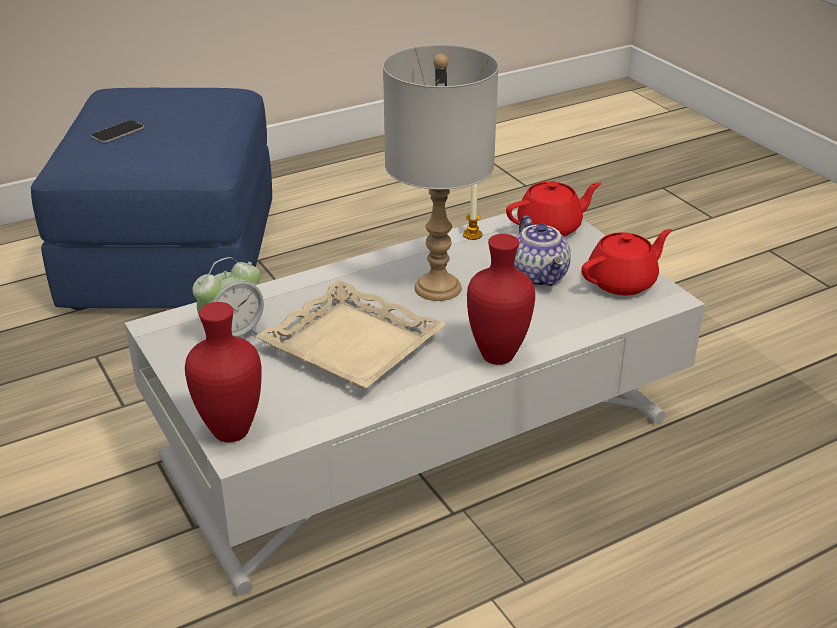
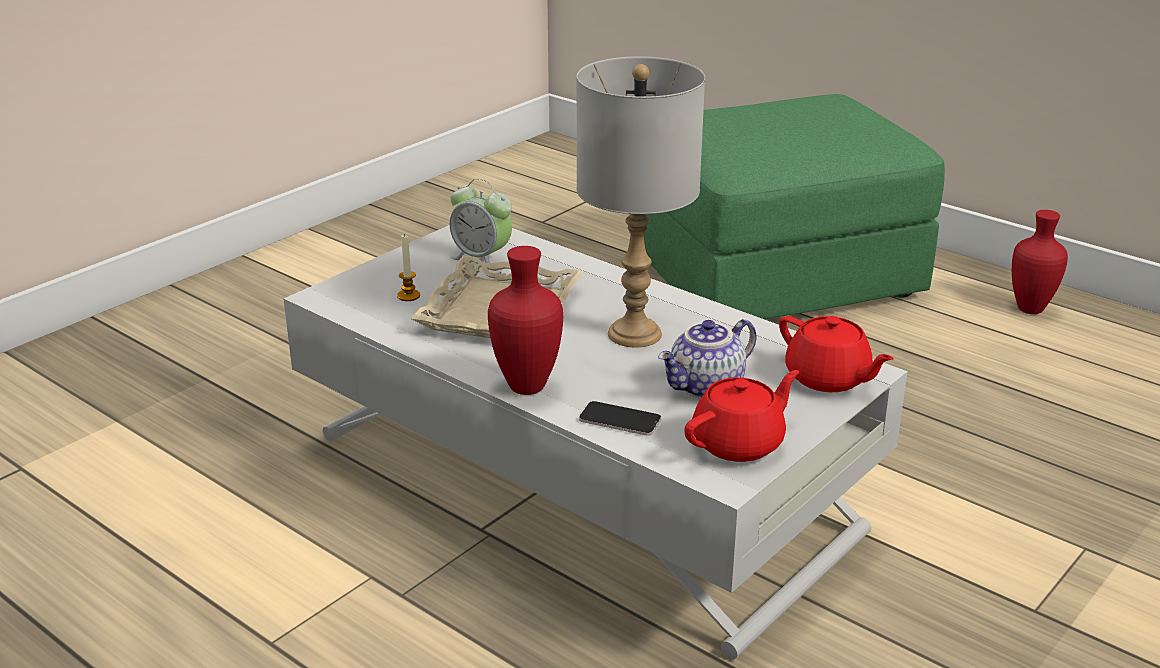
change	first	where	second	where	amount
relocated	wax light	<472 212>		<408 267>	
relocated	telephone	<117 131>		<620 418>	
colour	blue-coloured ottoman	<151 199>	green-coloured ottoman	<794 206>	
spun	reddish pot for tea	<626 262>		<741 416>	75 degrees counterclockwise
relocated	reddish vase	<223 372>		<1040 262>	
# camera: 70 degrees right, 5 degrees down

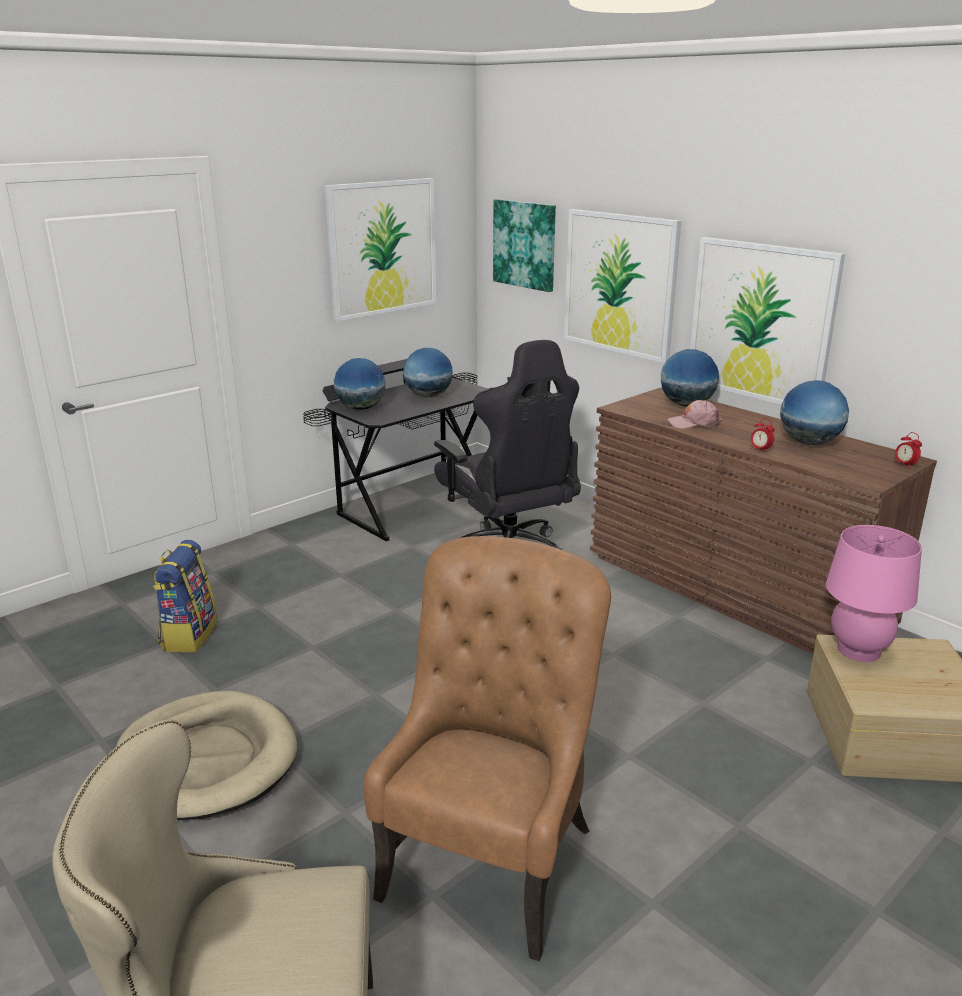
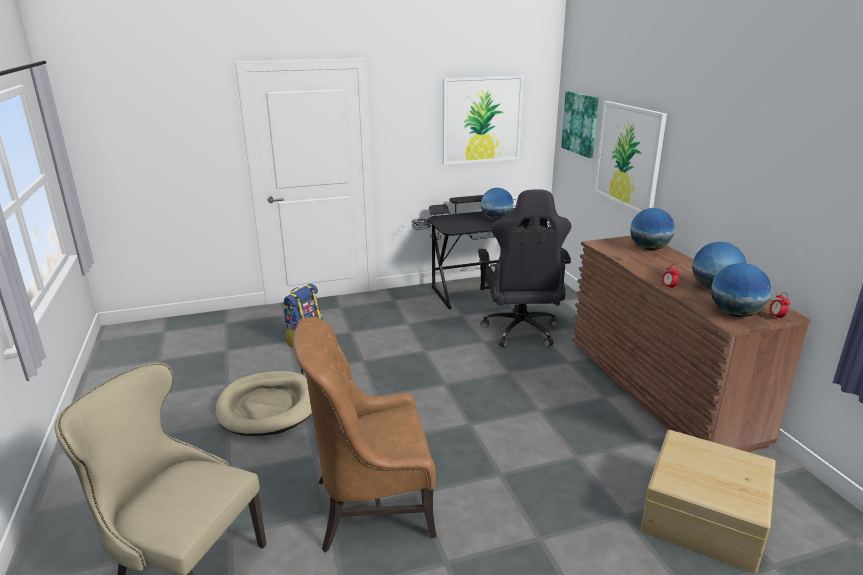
change	first	where	second	where	amount
spun	brownish plain chair	<487 748>		<364 434>	150 degrees counterclockwise
relocated	globe	<359 384>		<741 290>	
missing	pink-coloured baseball cap	<694 414>			
missing	picture	<767 321>			
missing	pink-coloured tabletop lamp	<874 593>			
# camera: 25 degrees right, 0 degrees up

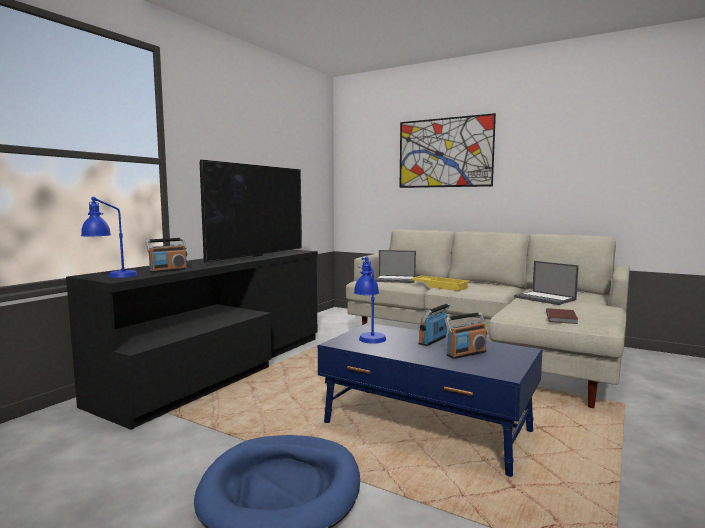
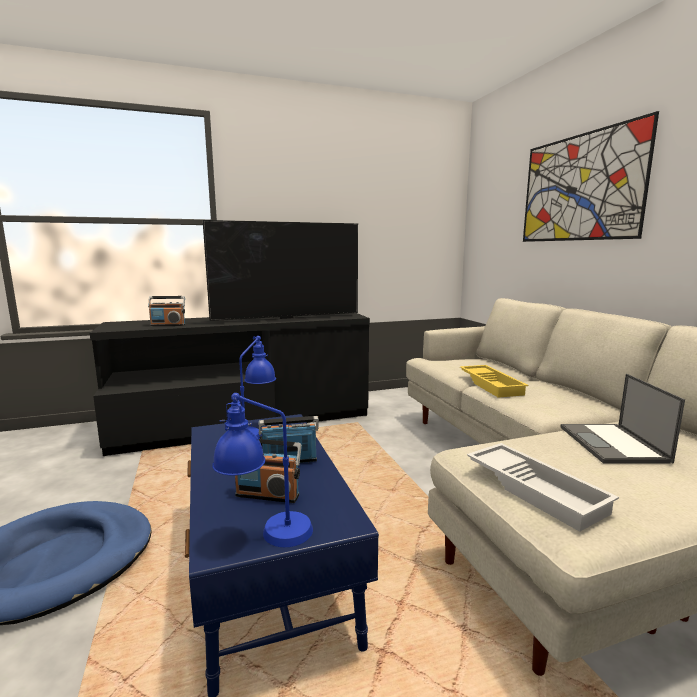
change	first	where	second	where	amount
relocated	blue-coloured tabletop lamp	<109 237>		<262 470>	
exchanged	brownish bound book	<562 316>	whitish carrying tray	<543 487>	
missing	laptop	<395 266>			
# camera: 40 degrees right, 5 degrees up

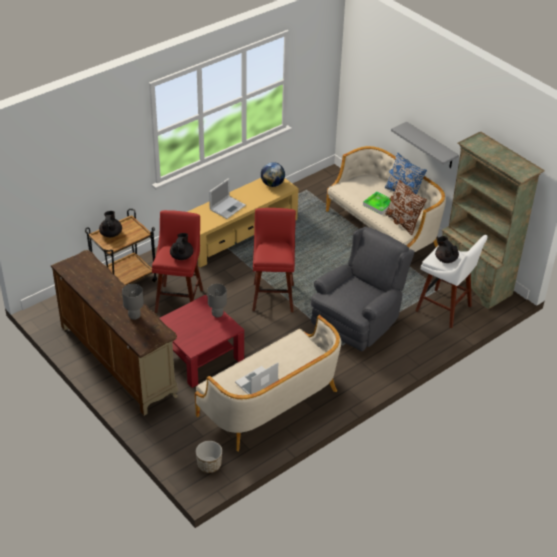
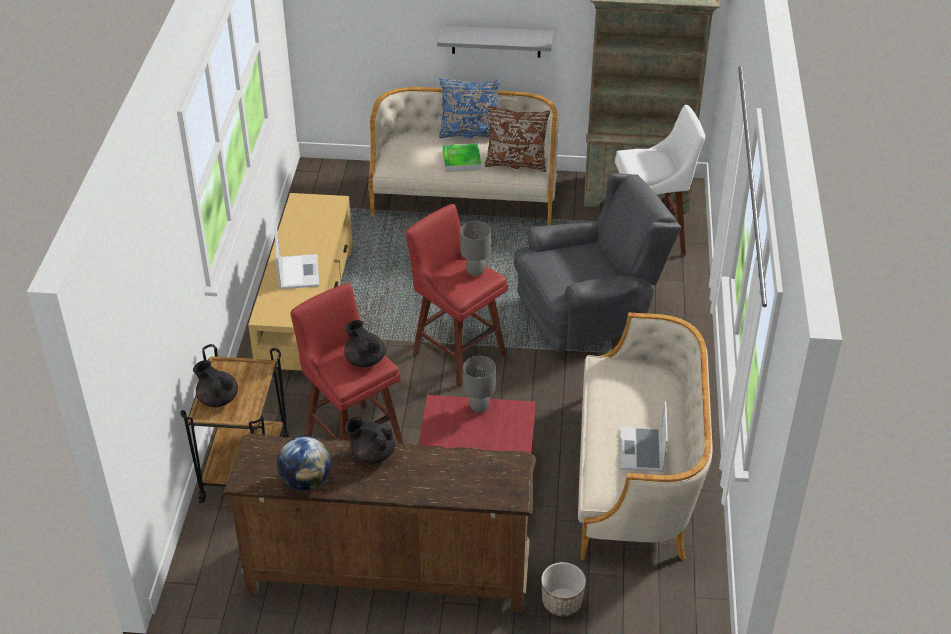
change	first	where	second	where	amount
relocated	globe	<273 174>		<304 463>	
relocated	black pot for tea	<447 249>		<370 440>	
relocated	grey tabletop lamp	<133 302>		<475 248>	
spun	grey lounge chair	<362 288>		<597 262>	75 degrees clockwise
relocated	planter	<209 457>		<563 589>	
# camera: 45 degrees left, 0 degrees up

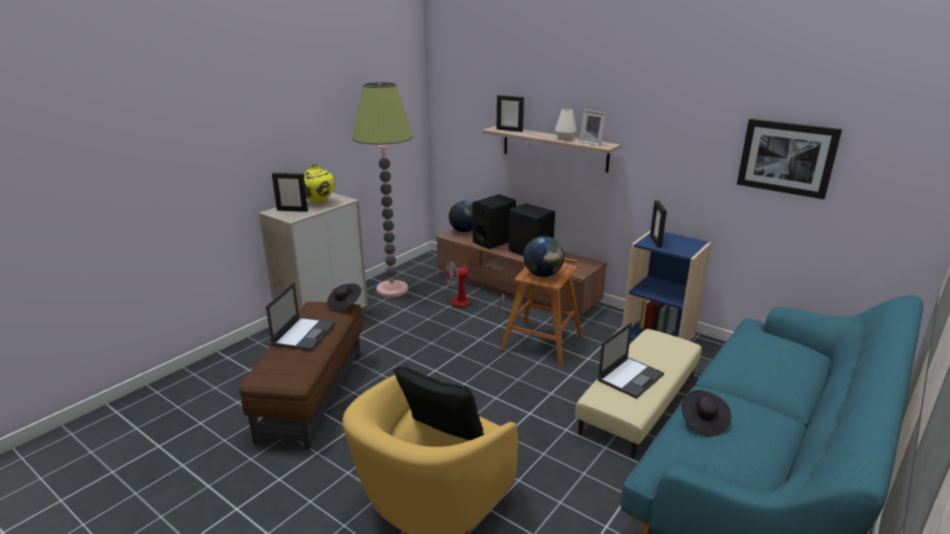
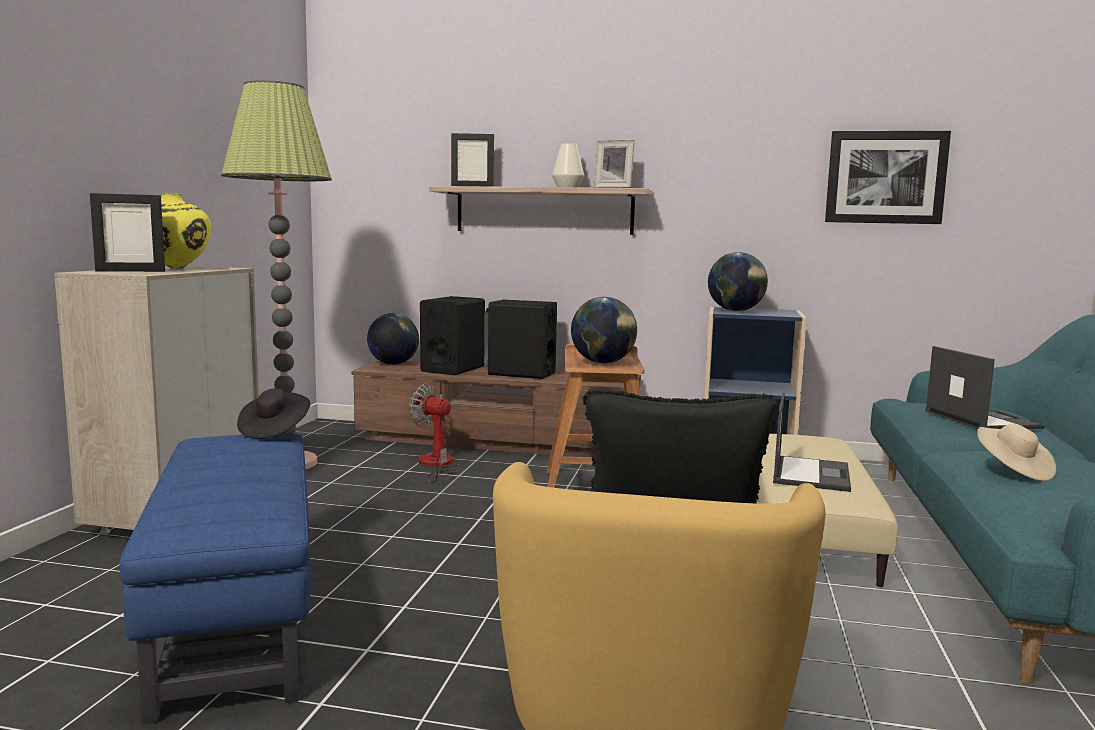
change	first	where	second	where	amount
colour	brownish ottoman	<300 375>	blue-coloured ottoman	<214 579>	
spun	cooling fan	<475 288>		<433 433>	75 degrees clockwise
exchanged	photo frame	<658 224>	globe	<738 281>	
relocated	laptop	<300 316>		<985 387>	
colour	black wearable hat	<706 413>	beige-coloured wearable hat	<1016 452>	
# camera: 25 degrees left, 15 degrees down

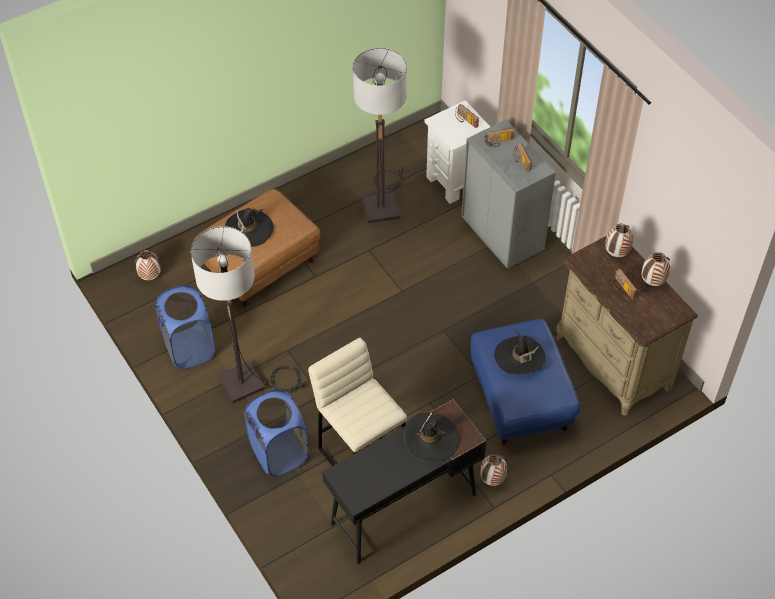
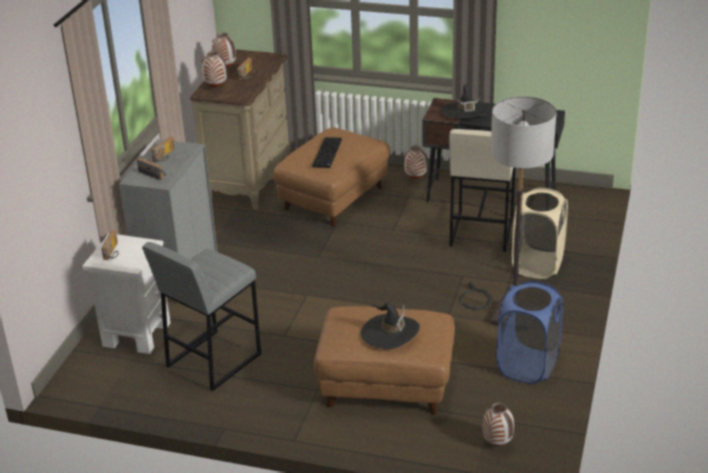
change	first	where	second	where	amount
exchanged	standard lamp	<380 135>	grey stool seat	<201 316>	
colour	blue-coloured ottoman	<525 382>	brownish ottoman	<331 177>	
exchanged	black wearable hat	<520 352>	computer keyboard	<327 152>	
colour	blue-coloured hamper	<276 433>	beige-coloured hamper	<540 233>	
# camera: 130 degrees left, 20 degrees down

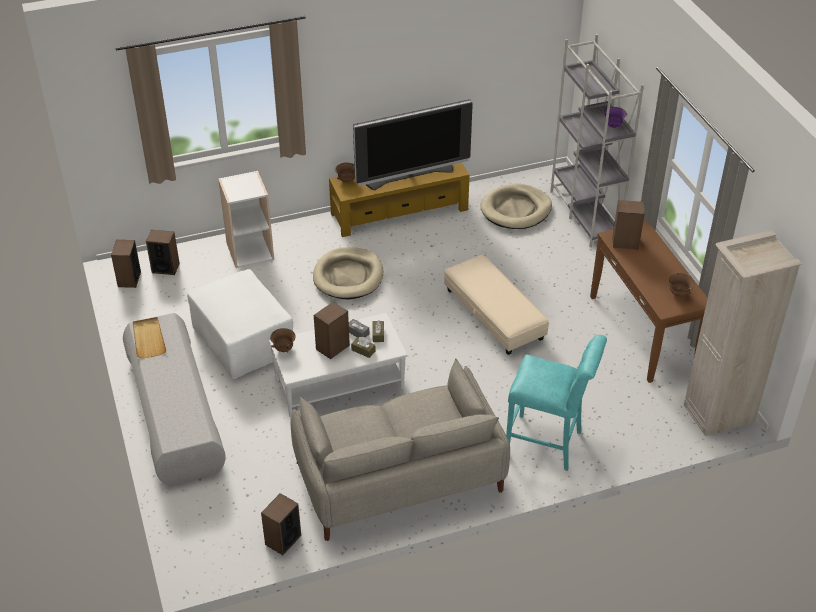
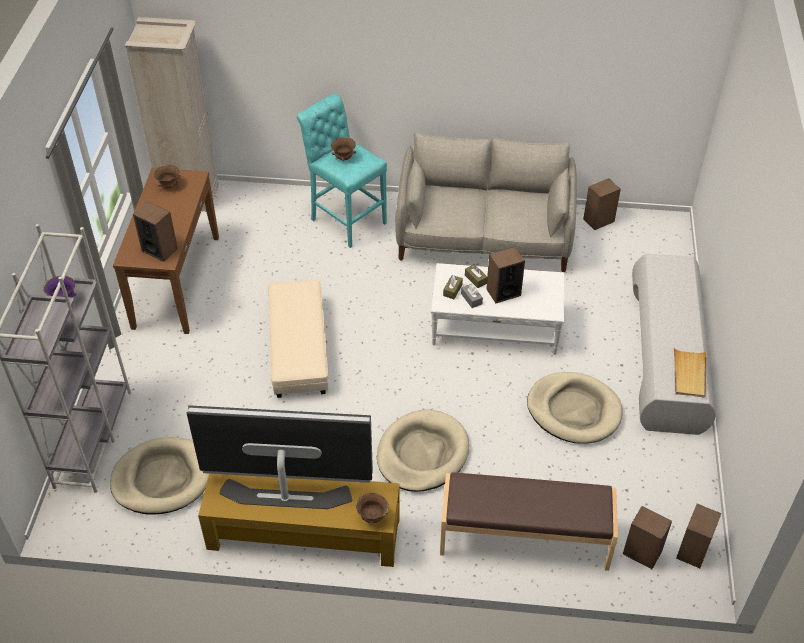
change	first	where	second	where	amount
relocated	brownish bowl	<283 340>		<344 149>	
exchanged	shelving unit	<246 219>	brownish long seat	<529 521>	
exchanged	whitish ottoman	<240 324>	beige-coloured pet bed	<575 408>	
# camera: 155 degrees left, 5 degrees up

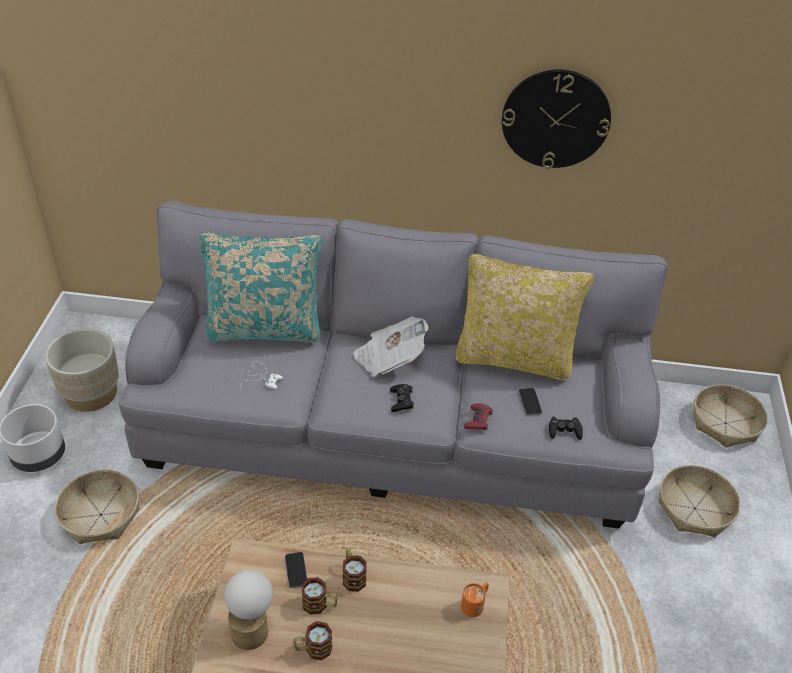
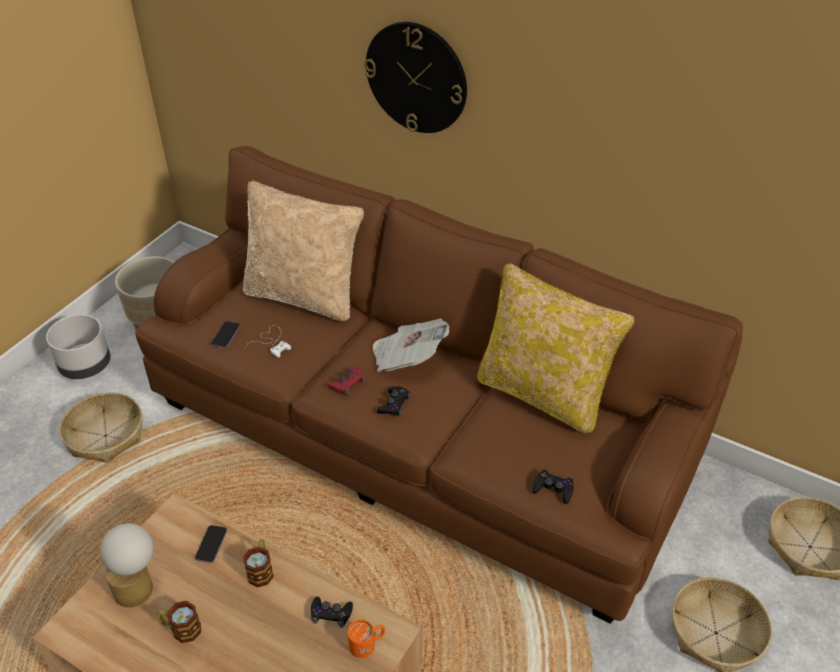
change	first	where	second	where	amount
colour	grey couch	<393 364>	brownish couch	<439 385>	
relocated	telephone	<530 401>		<225 334>	
colour	turquoise-coloured cushion	<261 287>	beige-coloured cushion	<303 251>	
appeared			black game controller	<332 612>	
relocated	reddish game controller	<478 417>		<347 380>	
relocated	clock on the wall	<556 119>		<415 77>	
missing	mug	<320 596>			
# camera: 25 degrees right, 0 degrees up

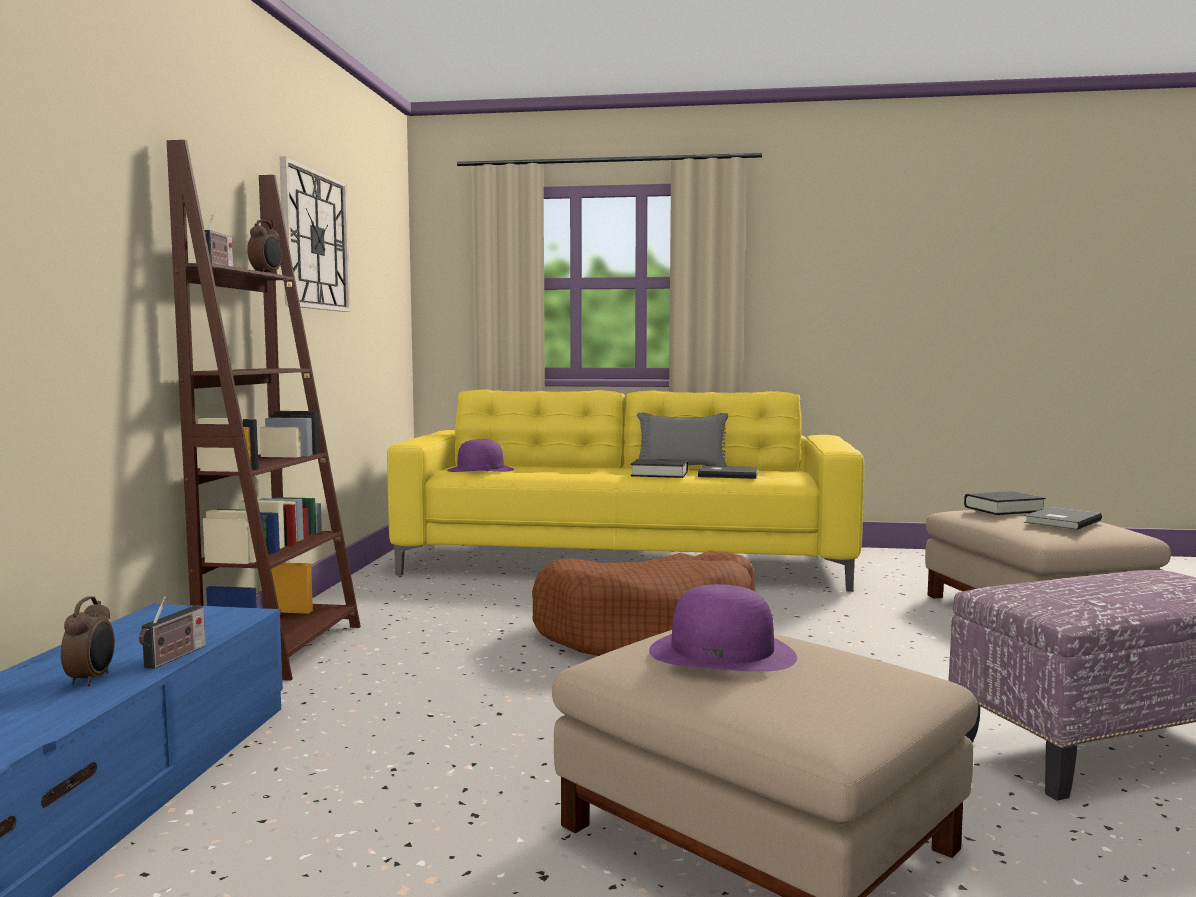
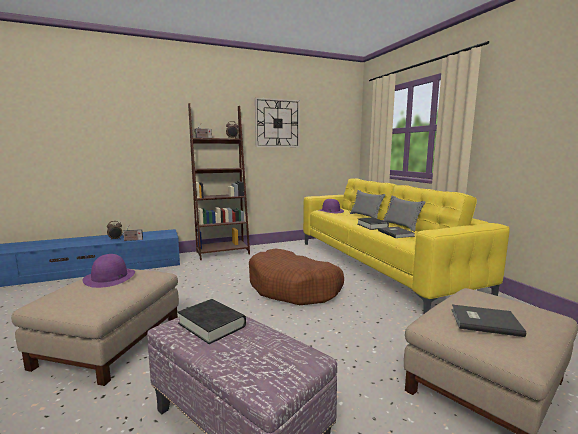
change	first	where	second	where	amount
relocated	black bound book	<1005 503>		<211 321>	
appeared			grey cushion	<367 204>	
# camera: 60 degrees right, 5 degrees up

